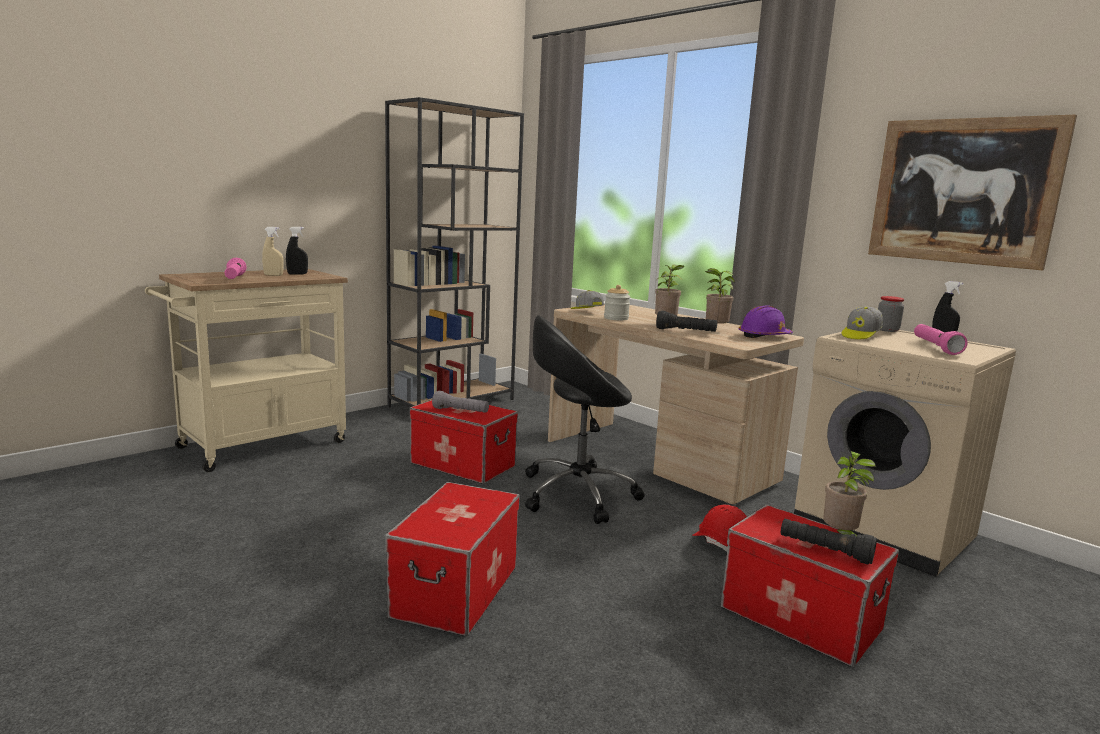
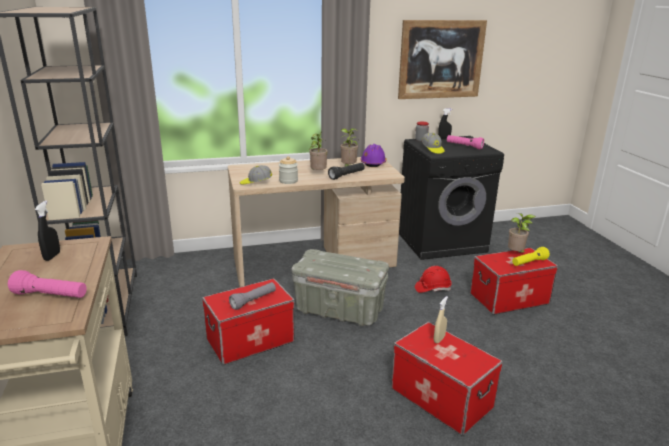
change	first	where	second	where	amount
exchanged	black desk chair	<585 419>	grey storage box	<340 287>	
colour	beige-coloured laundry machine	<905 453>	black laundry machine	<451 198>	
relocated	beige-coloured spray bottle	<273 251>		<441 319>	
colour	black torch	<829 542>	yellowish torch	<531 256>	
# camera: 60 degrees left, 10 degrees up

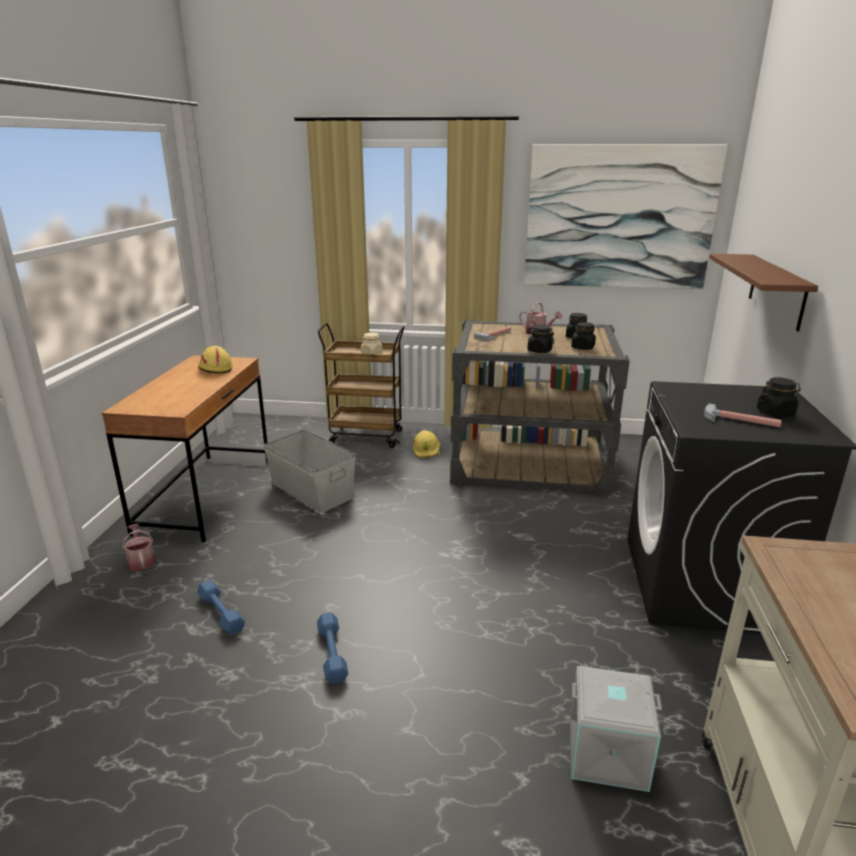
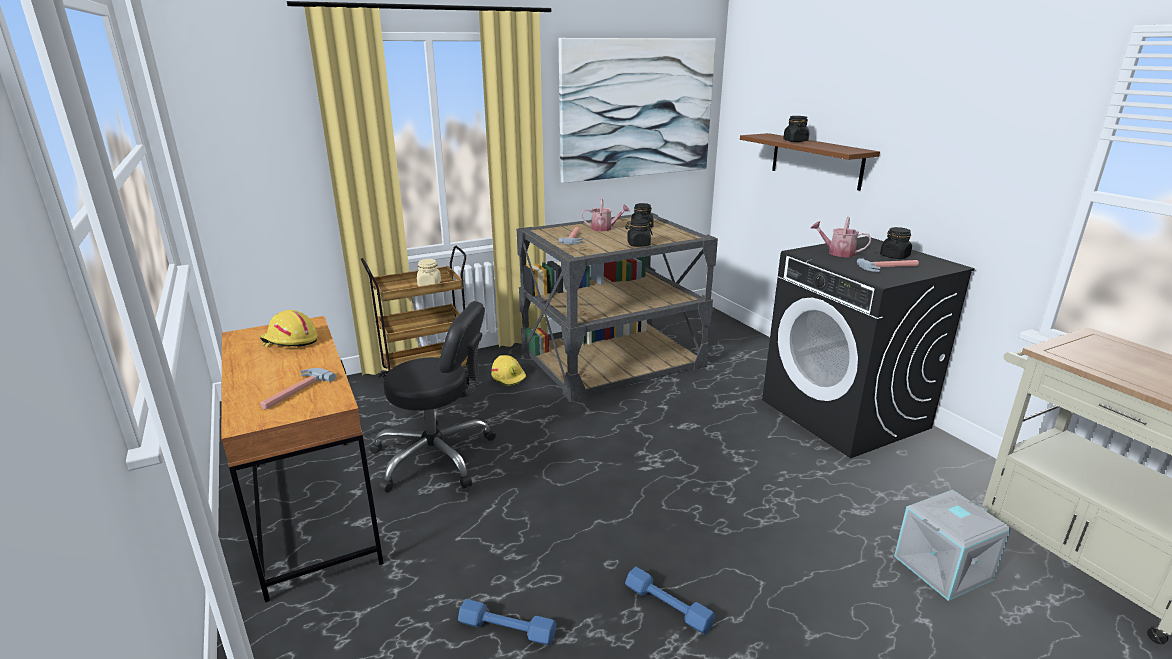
change	first	where	second	where	amount
appeared			hand hammer	<298 389>	
exchanged	grey storage box	<309 471>	black desk chair	<432 397>	
relocated	black storage jar	<583 336>		<796 129>	
relocated	watering can	<139 547>		<840 237>	
# camera: 35 degrees left, 0 degrees up

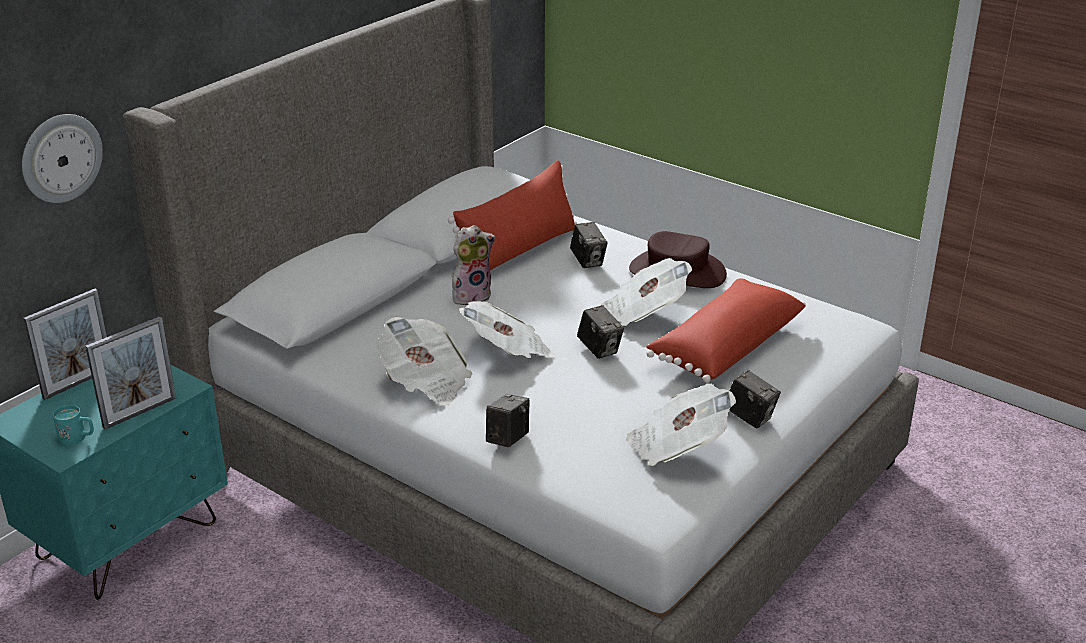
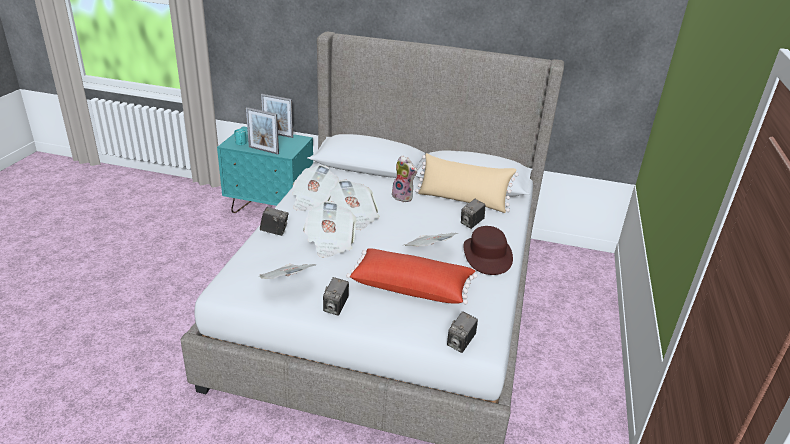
change	first	where	second	where	amount
appeared			printed paper	<329 229>	
colour	reddish cushion	<512 215>	beige-coloured cushion	<467 183>	
relocated	photo camera	<600 332>		<462 332>	
missing	clock on the wall	<62 158>			
# camera: 65 degrees right, 0 degrees up

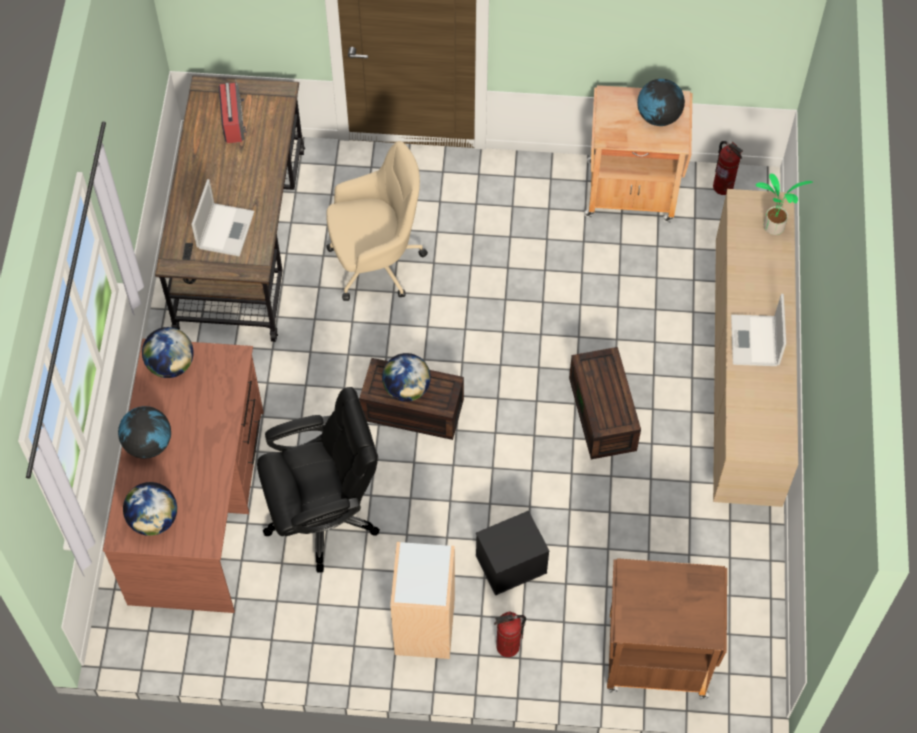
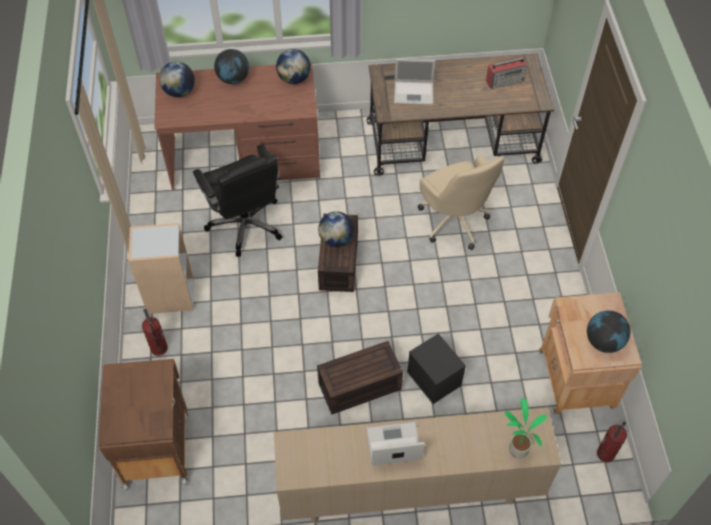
change	first	where	second	where	amount
relocated	black storage box	<512 553>		<436 368>	
# camera: 80 degrees right, 5 degrees down

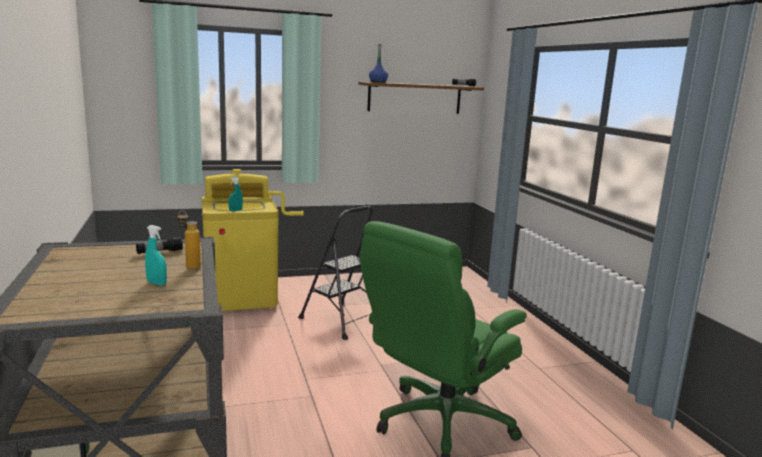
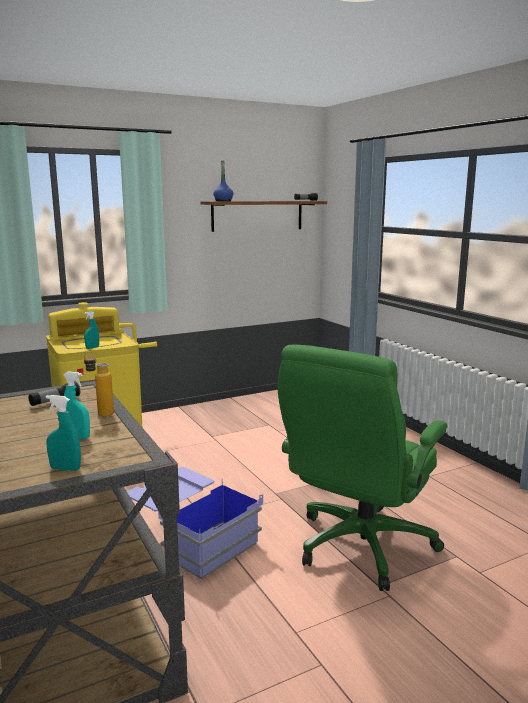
change	first	where	second	where	amount
appeared			turquoise-coloured spray bottle	<63 433>	
appeared			blue-coloured storage box	<195 523>	
missing	black step ladder	<335 273>			
# camera: 10 degrees left, 0 degrees up

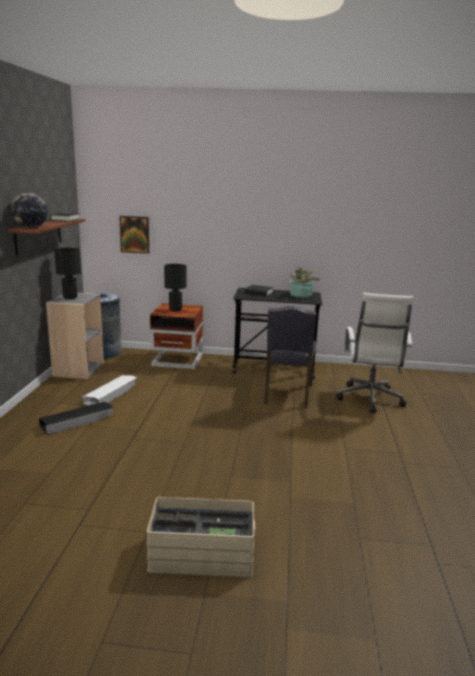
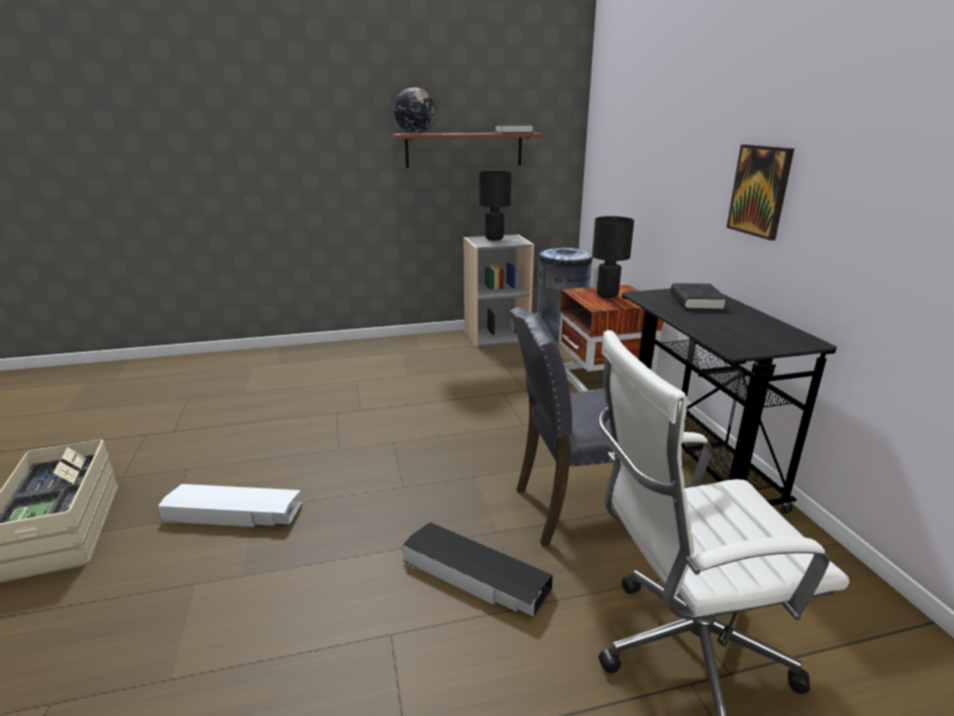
change	first	where	second	where	amount
relocated	whitish storage box	<110 390>		<230 505>	
relocated	black storage box	<76 418>		<477 569>	
relocated	picture	<134 235>		<760 192>	
missing	potted plant	<305 282>			
# camera: 70 degrees right, 5 degrees up

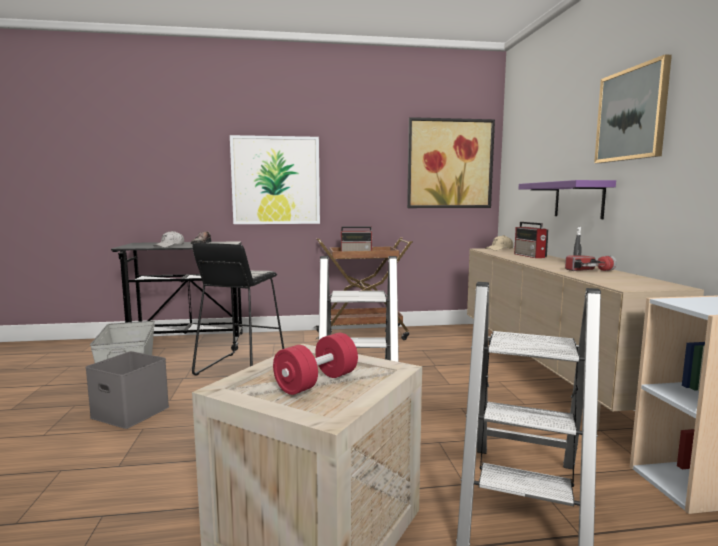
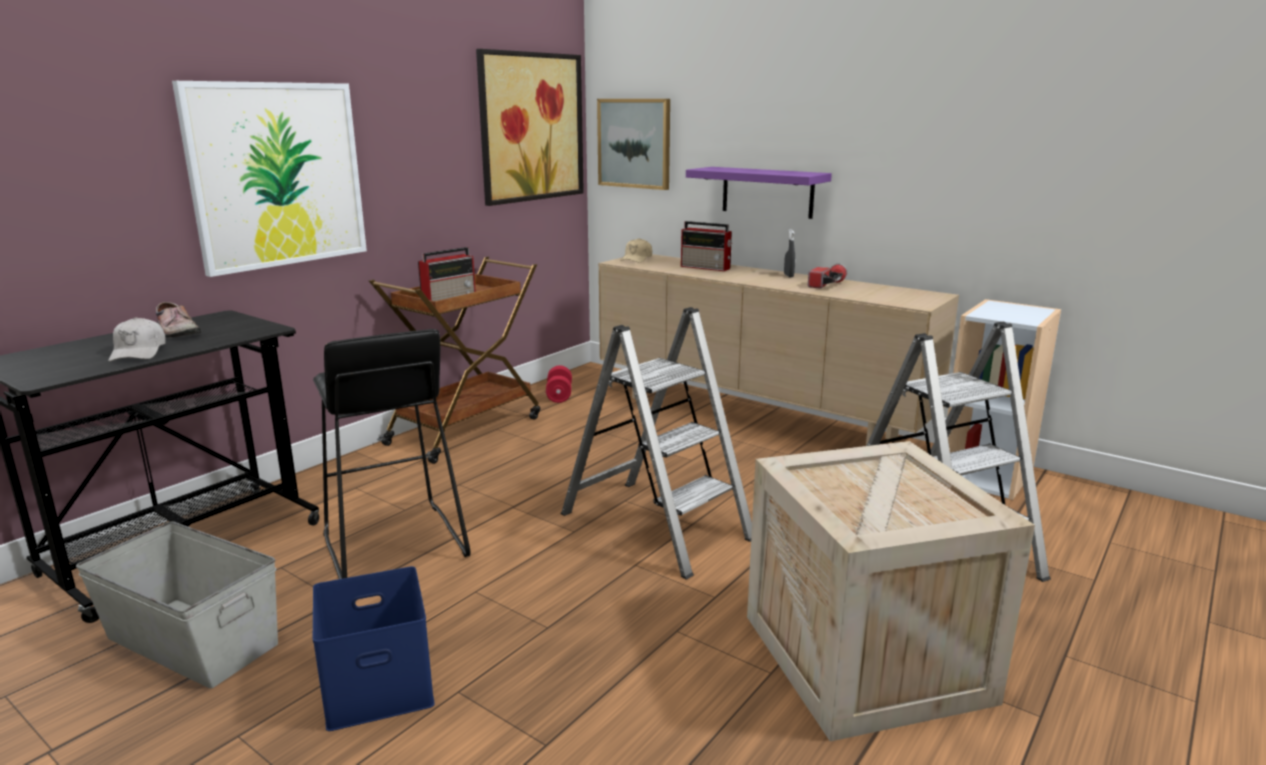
change	first	where	second	where	amount
colour	grey storage box	<127 390>	blue-coloured storage box	<374 648>	
relocated	reddish hand weight	<315 364>		<559 384>	
relocated	picture	<633 108>		<633 144>	
# camera: 45 degrees left, 10 degrees up

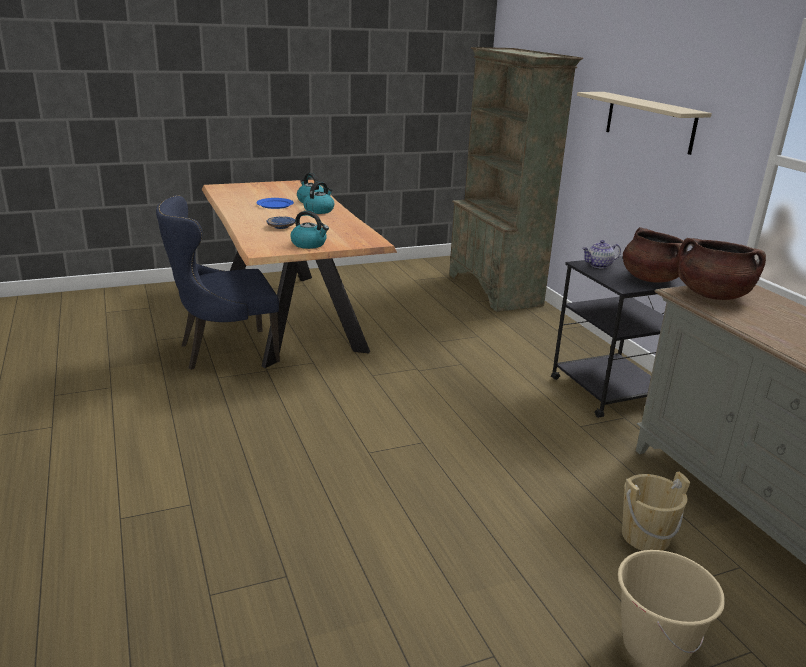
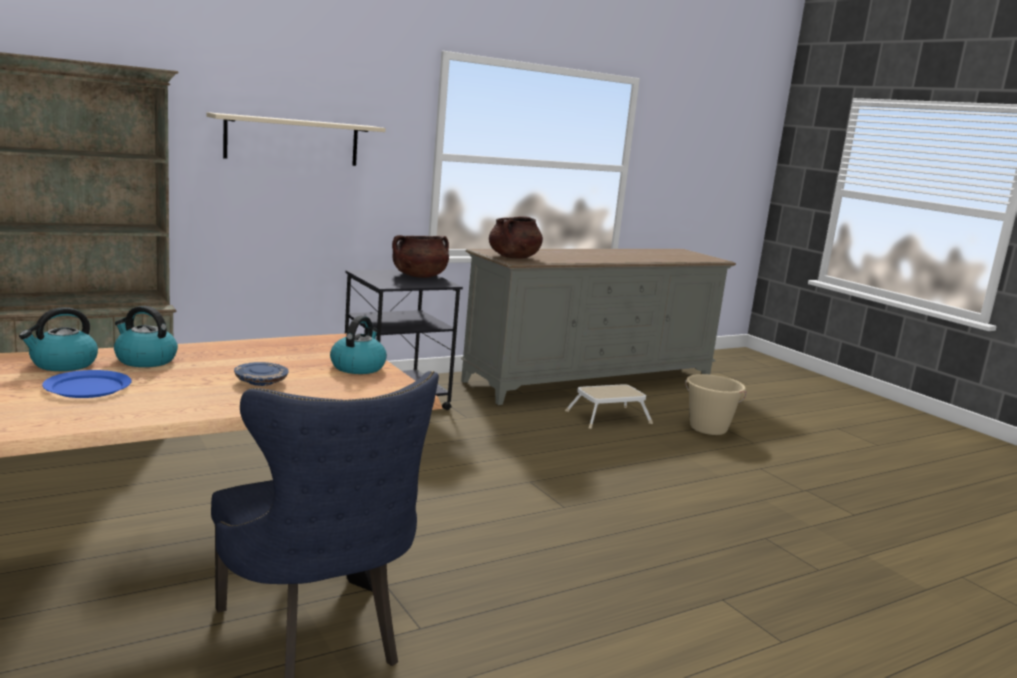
change	first	where	second	where	amount
exchanged	beige-coloured bucket	<656 511>	beige-coloured step ladder	<609 406>	
missing	pot for tea	<601 254>			
# camera: 100 degrees left, 10 degrees down

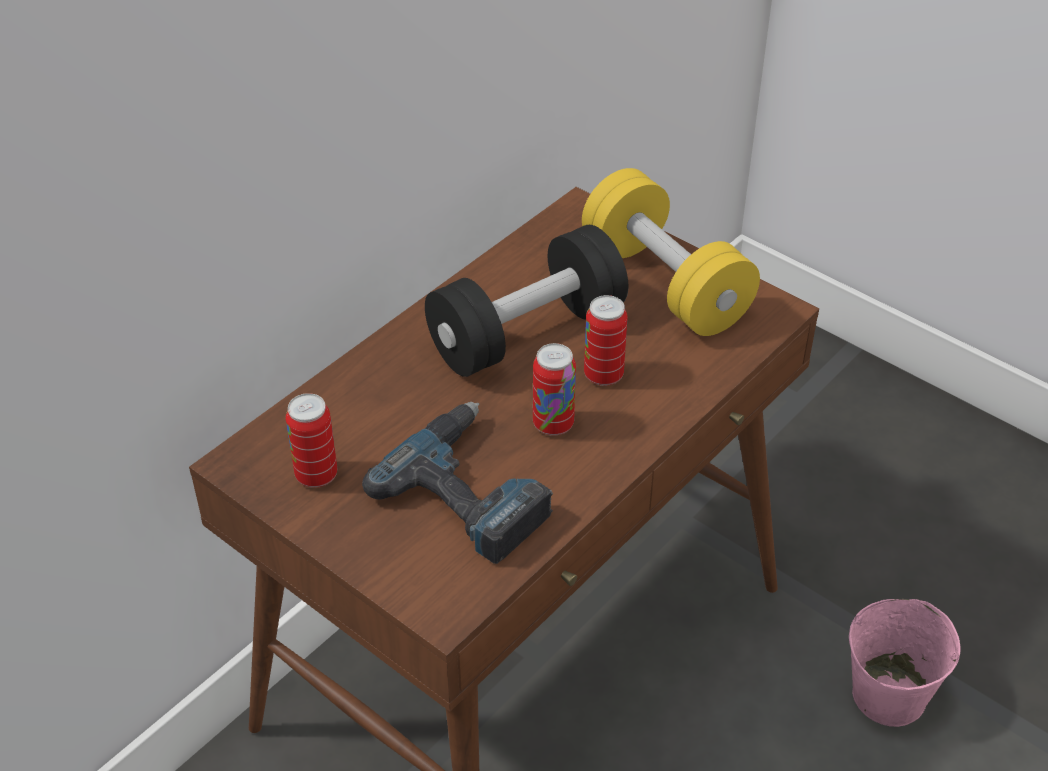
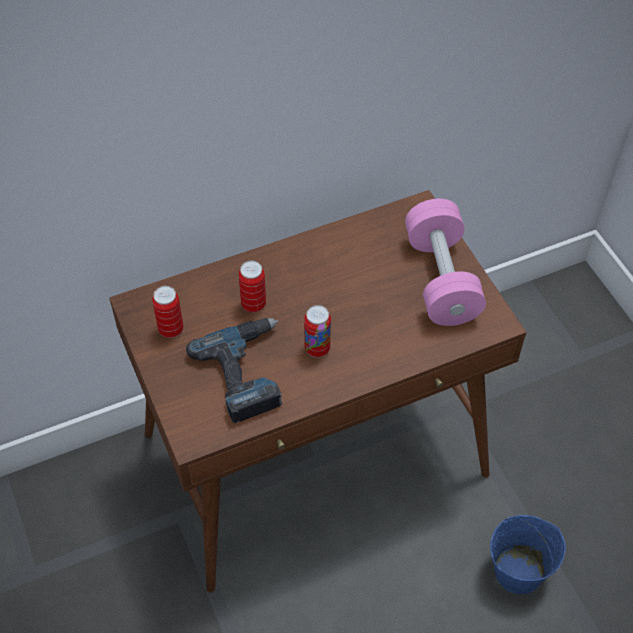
change	first	where	second	where	amount
relocated	metal can	<606 340>		<252 287>	
colour	yellowish hand weight	<671 252>	pink-coloured hand weight	<445 262>	
colour	pink-coloured bucket	<905 663>	blue-coloured bucket	<528 554>	
missing	black hand weight	<526 301>			
# camera: 25 degrees right, 10 degrees up

